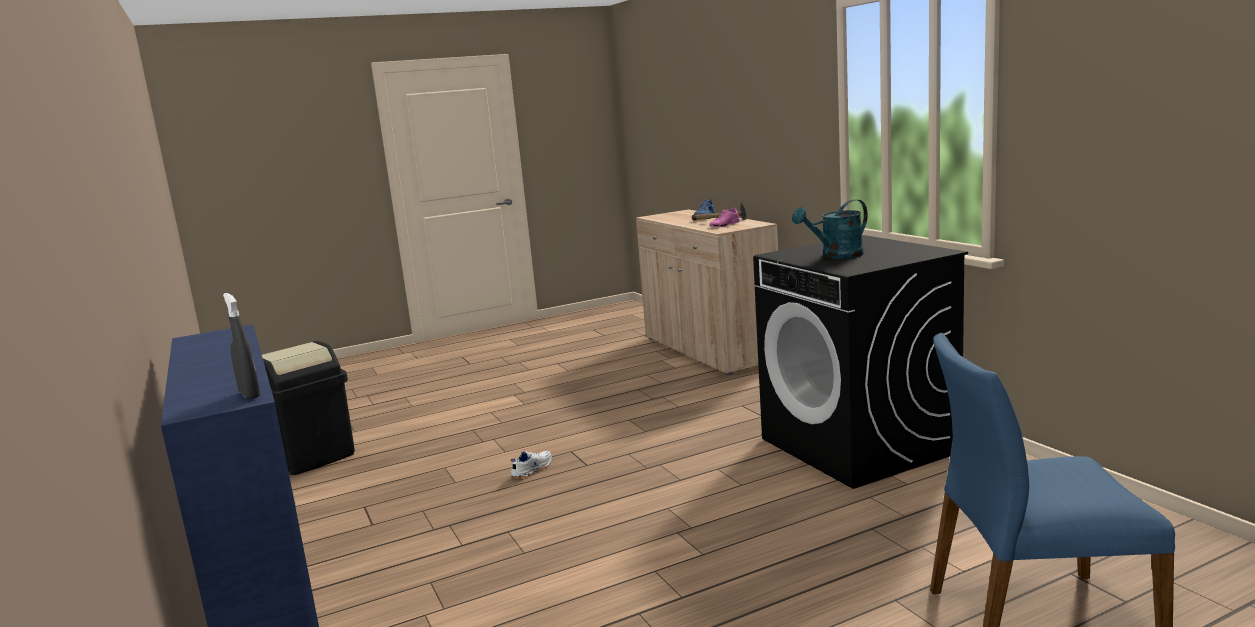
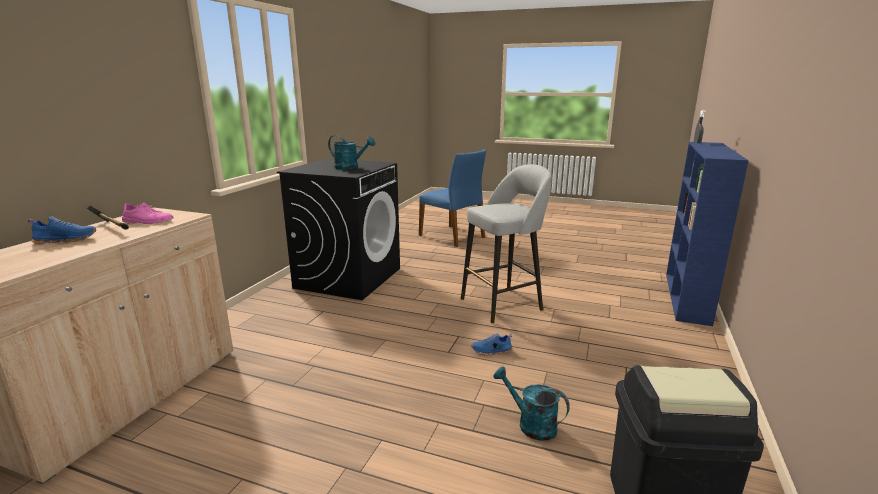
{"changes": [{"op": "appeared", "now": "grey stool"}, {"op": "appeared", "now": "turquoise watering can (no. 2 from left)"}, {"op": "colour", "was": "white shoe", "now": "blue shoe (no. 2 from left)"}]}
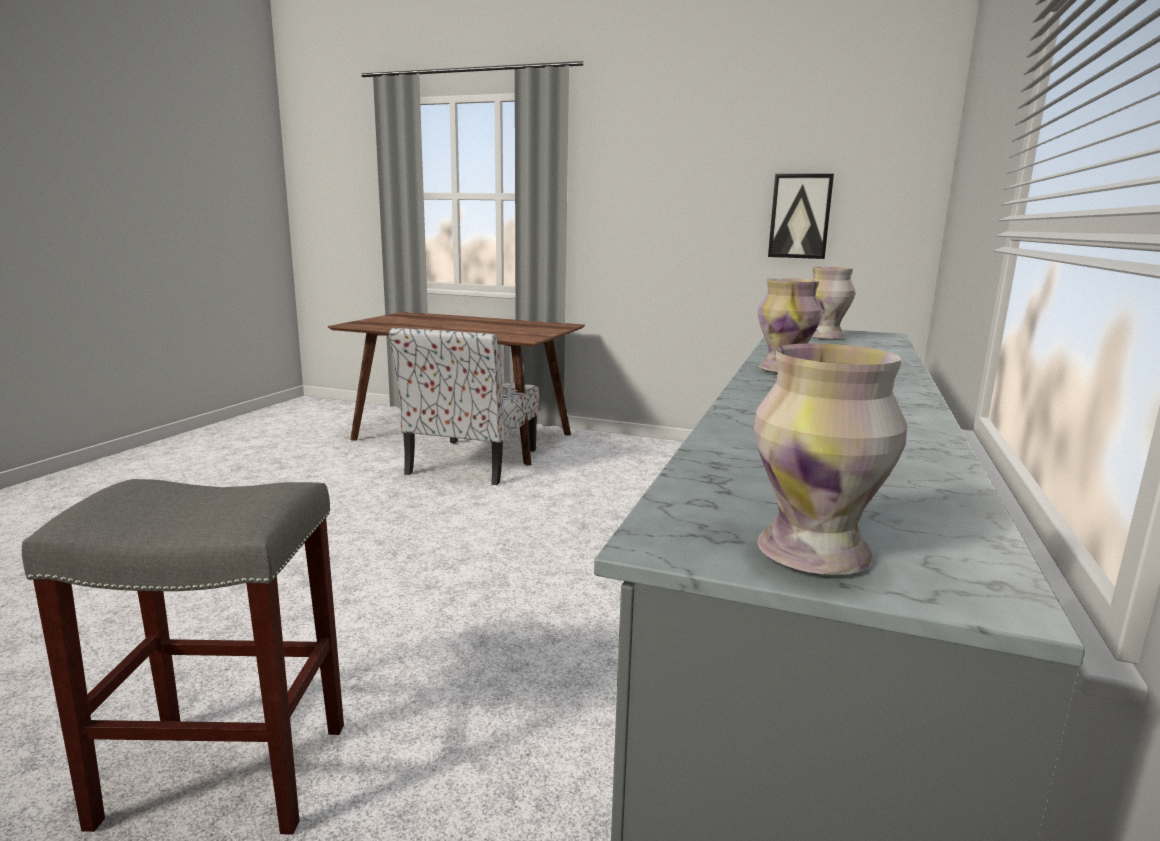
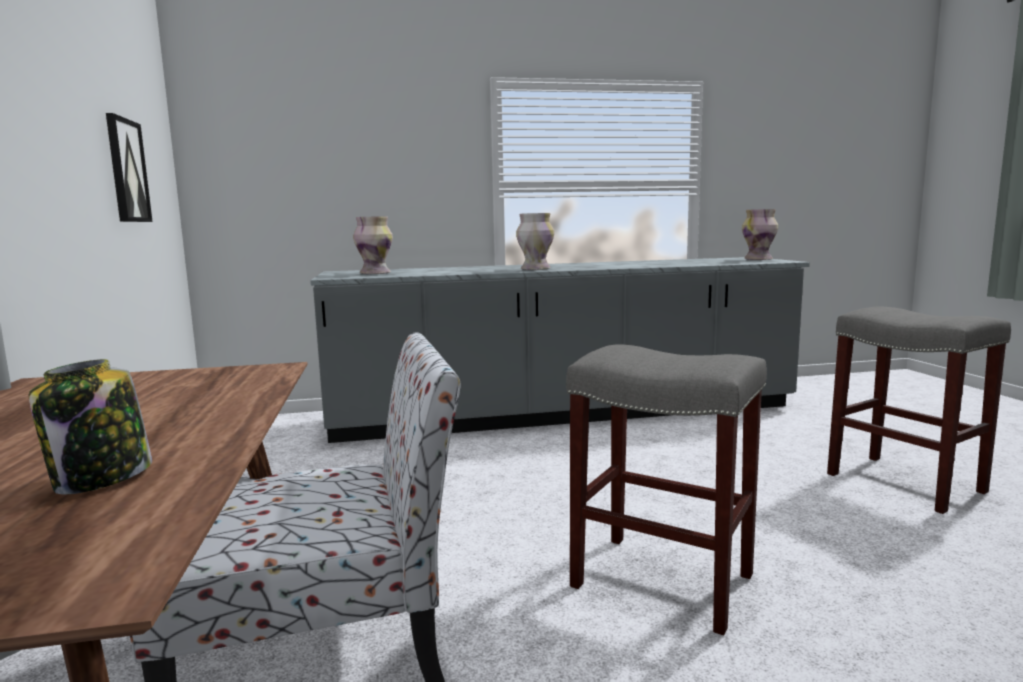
{"changes": [{"op": "appeared", "now": "jar"}, {"op": "appeared", "now": "grey stool (no. 1 from left)"}]}
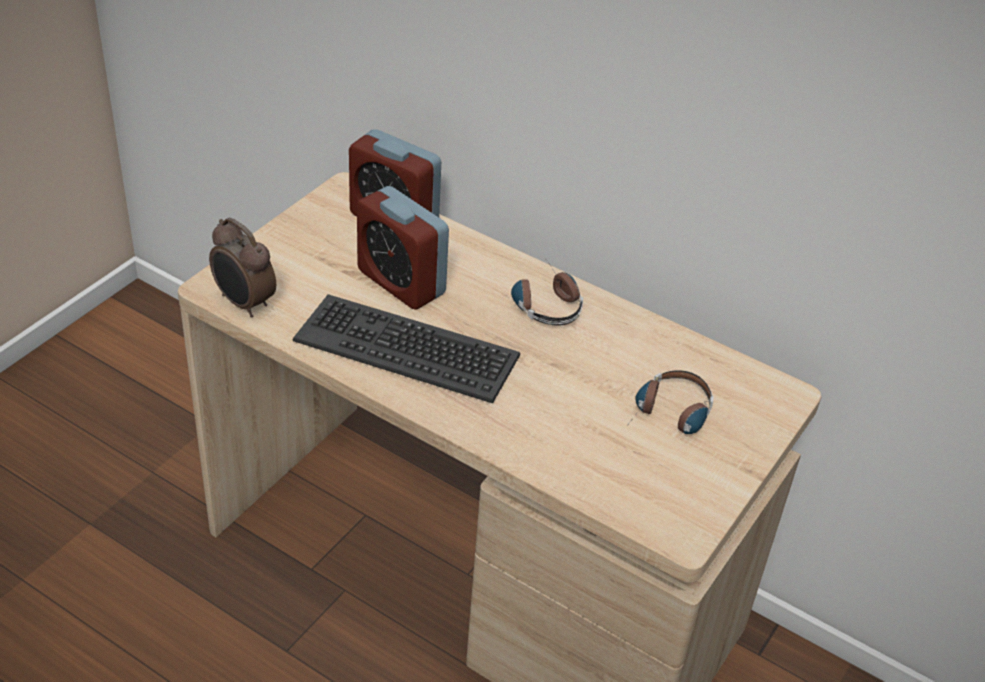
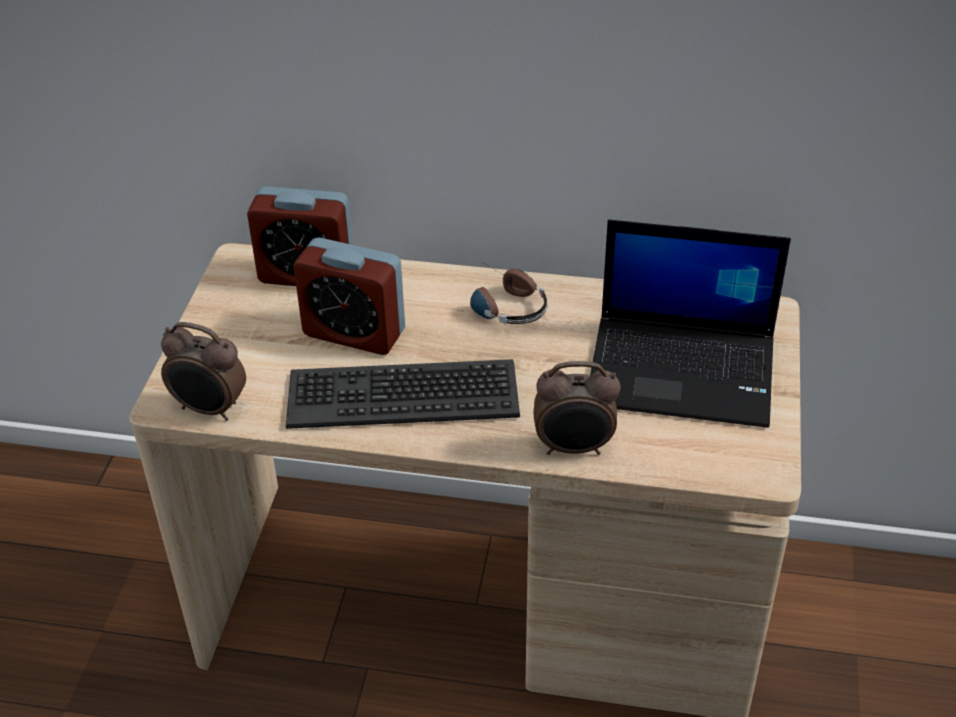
{"changes": [{"op": "appeared", "now": "alarm clock (no. 4 from left)"}, {"op": "exchanged", "was": "headphones (no. 2 from left)", "now": "laptop"}]}
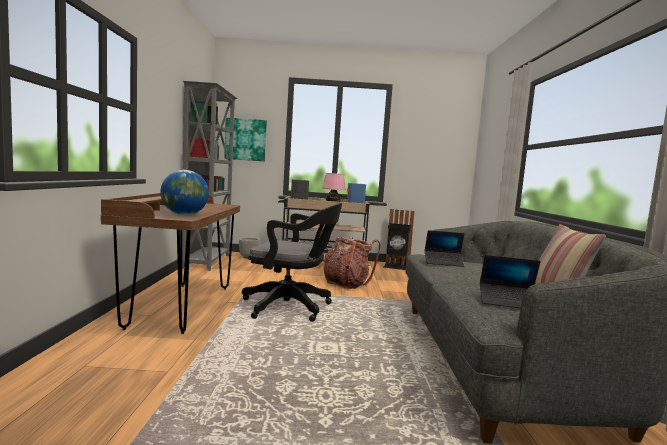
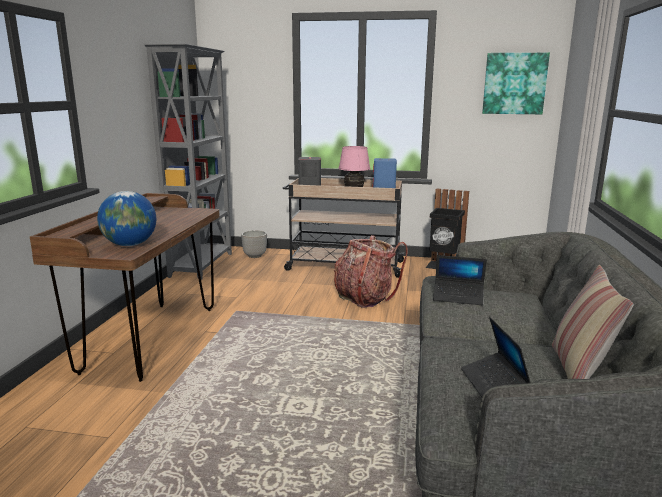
{"changes": [{"op": "missing", "was": "black office chair"}, {"op": "relocated", "was": "picture"}, {"op": "spun", "was": "laptop (no. 2 from left)", "clockwise": 60}]}
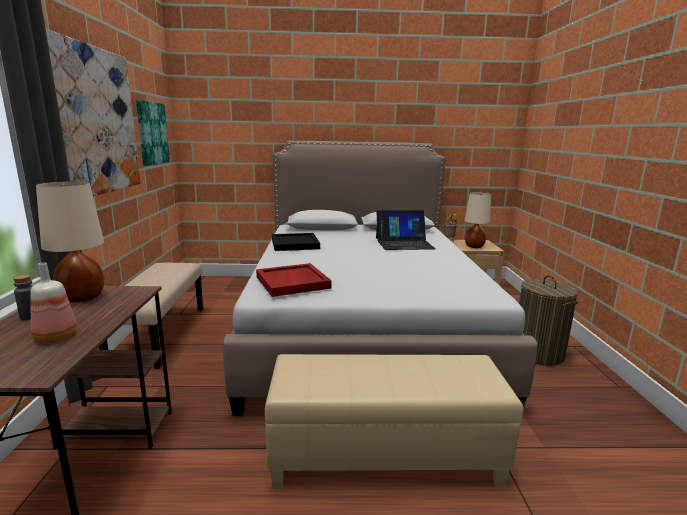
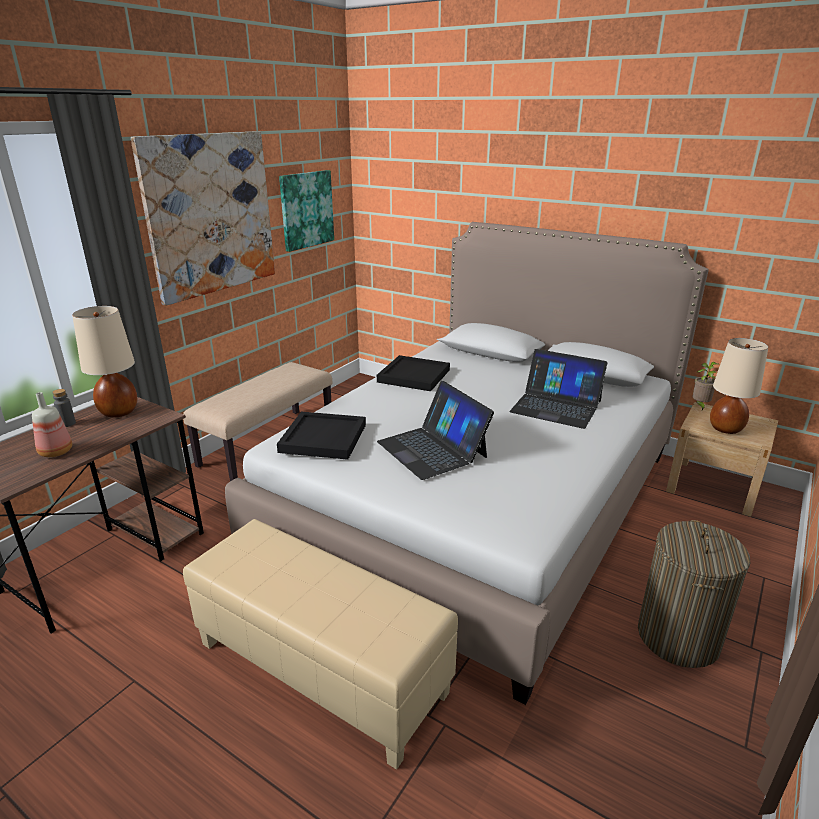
{"changes": [{"op": "appeared", "now": "laptop (no. 1 from left)"}, {"op": "colour", "was": "red tray", "now": "black tray (no. 1 from left)"}]}
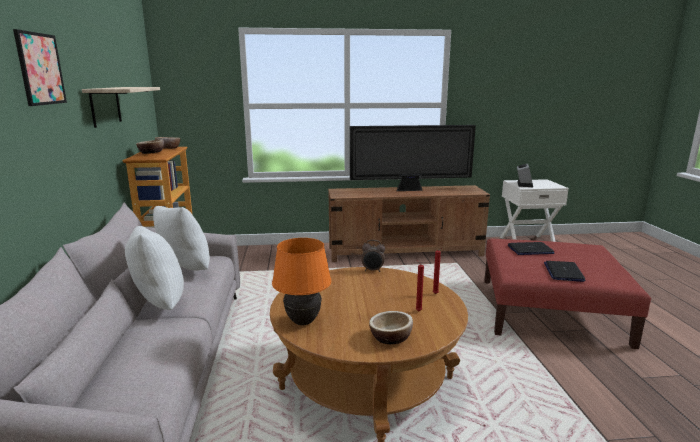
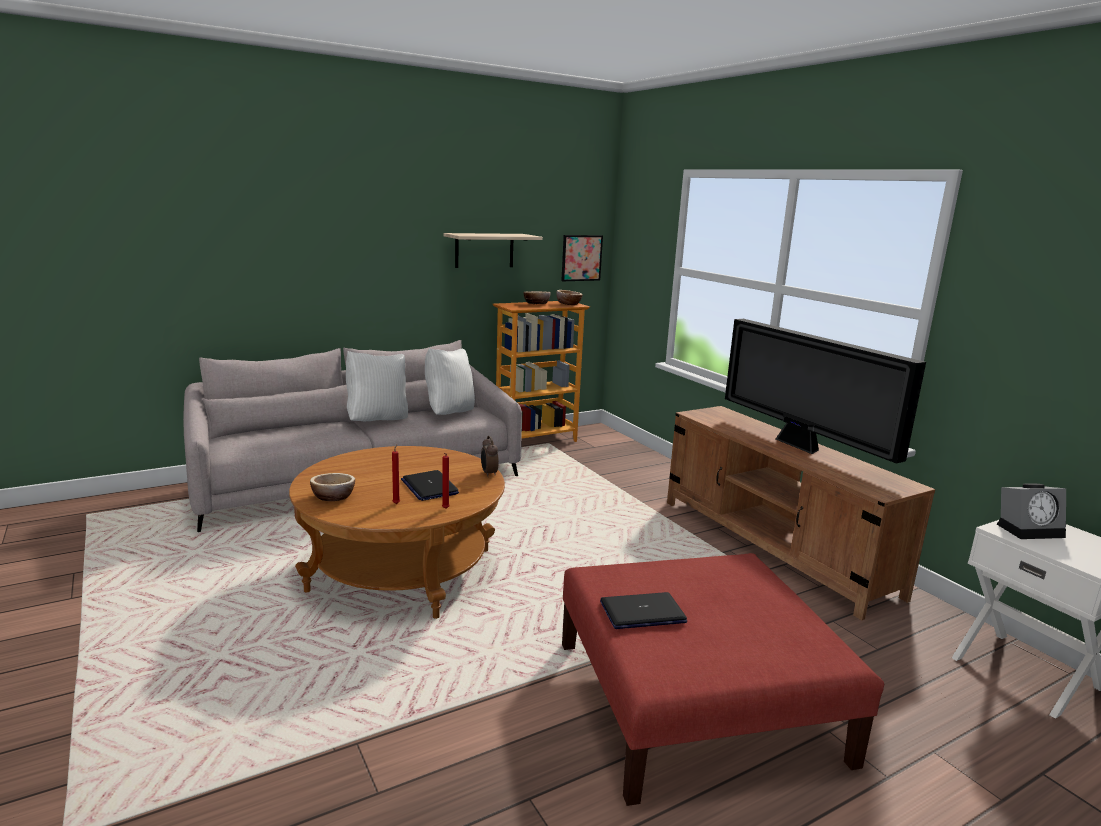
{"changes": [{"op": "missing", "was": "orange table lamp"}, {"op": "relocated", "was": "picture"}, {"op": "relocated", "was": "laptop (no. 1 from left)"}]}
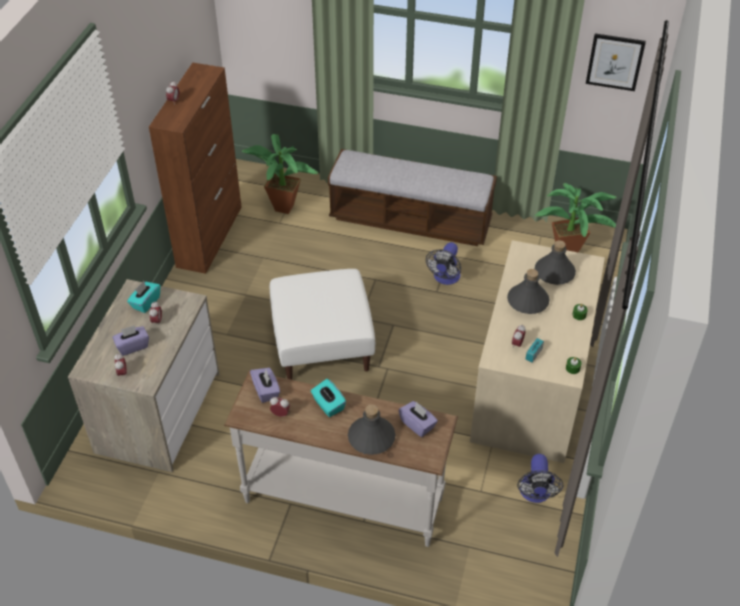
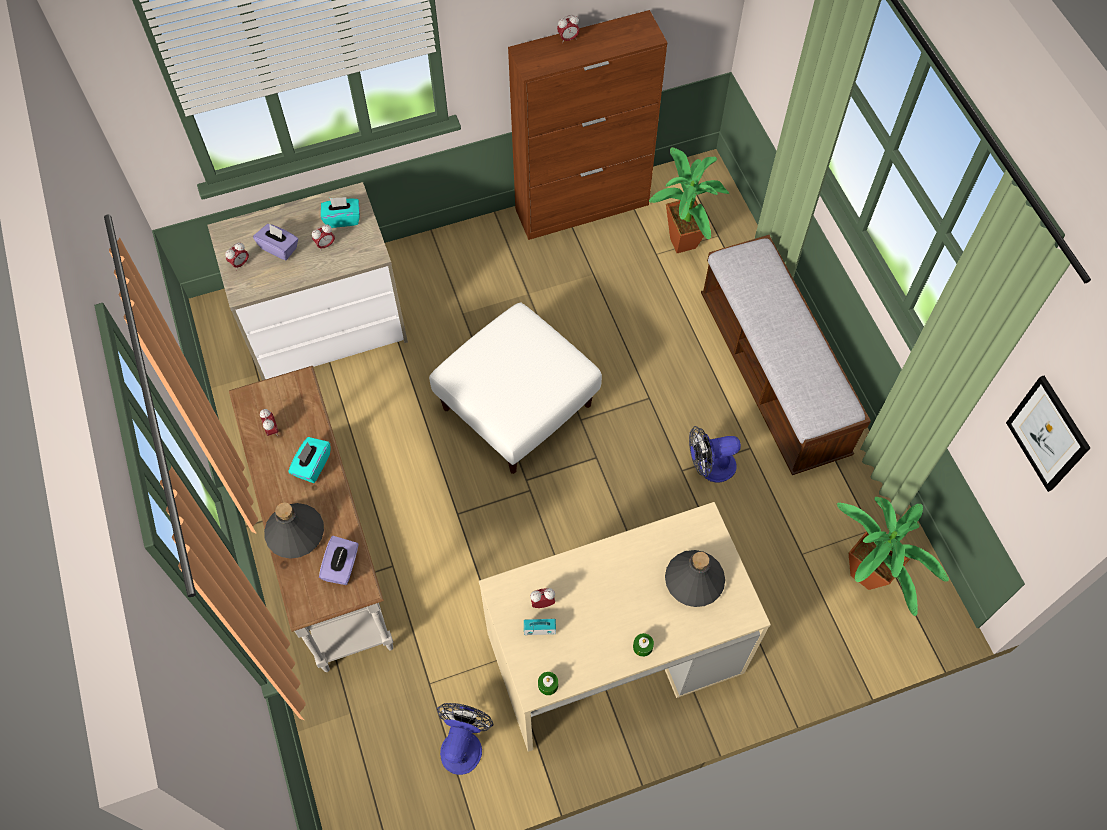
{"changes": [{"op": "missing", "was": "purple tissue box (no. 2 from left)"}, {"op": "missing", "was": "grey bottle (no. 2 from left)"}, {"op": "spun", "was": "fan (no. 2 from left in the first image)", "clockwise": 135}]}
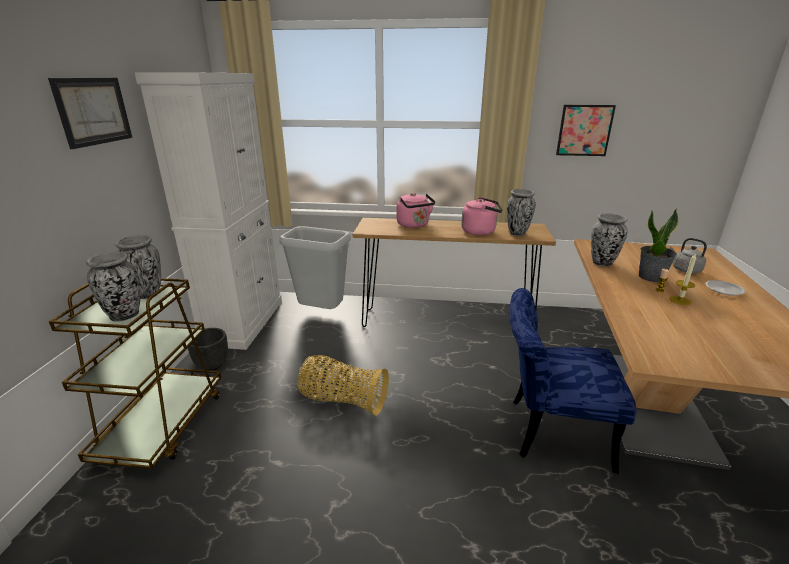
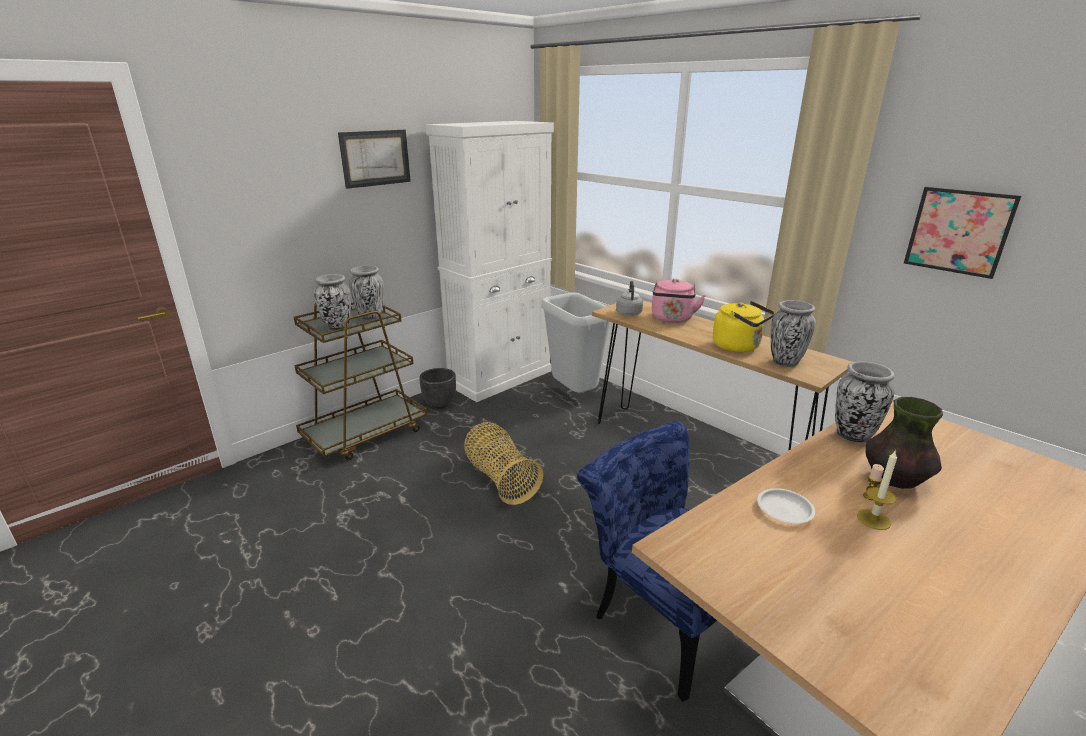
{"changes": [{"op": "relocated", "was": "grey kettle"}, {"op": "relocated", "was": "white plate"}, {"op": "exchanged", "was": "potted plant", "now": "vase (no. 5 from left)"}, {"op": "colour", "was": "pink kettle (no. 2 from left)", "now": "yellow kettle"}]}
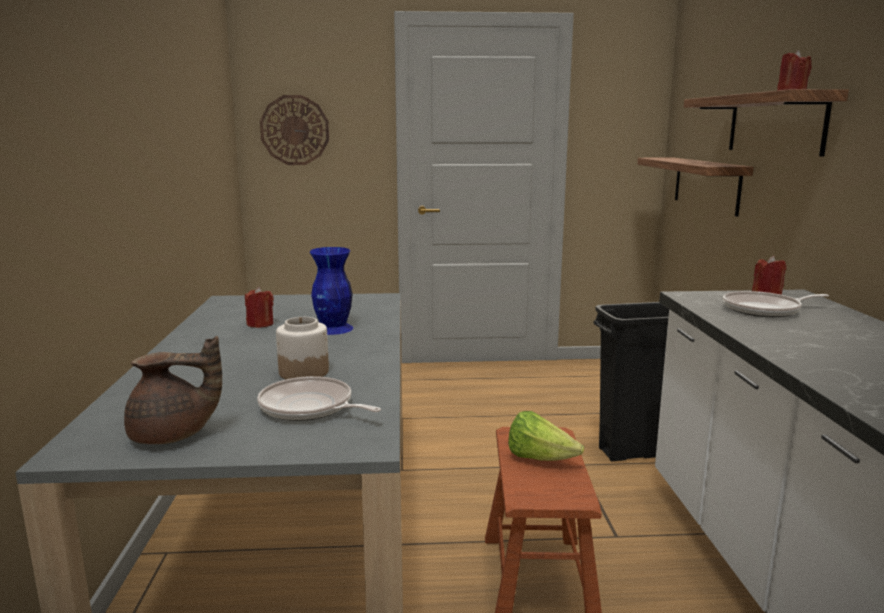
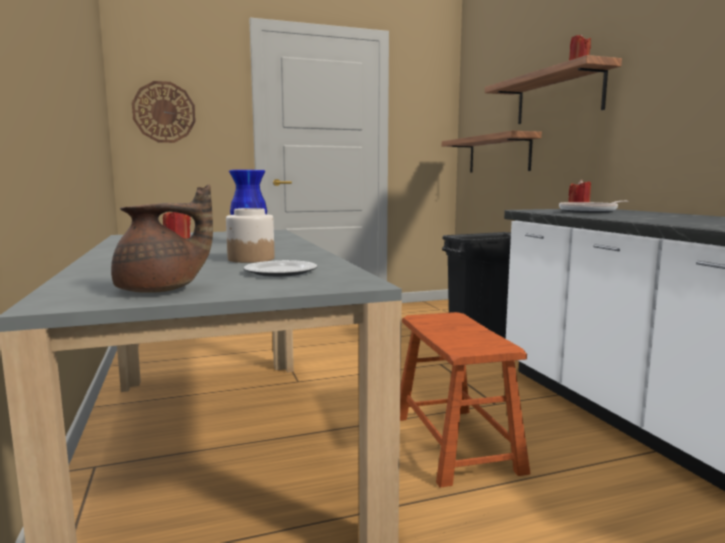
{"changes": [{"op": "missing", "was": "lettuce"}, {"op": "exchanged", "was": "frying pan (no. 1 from left)", "now": "plate"}]}
